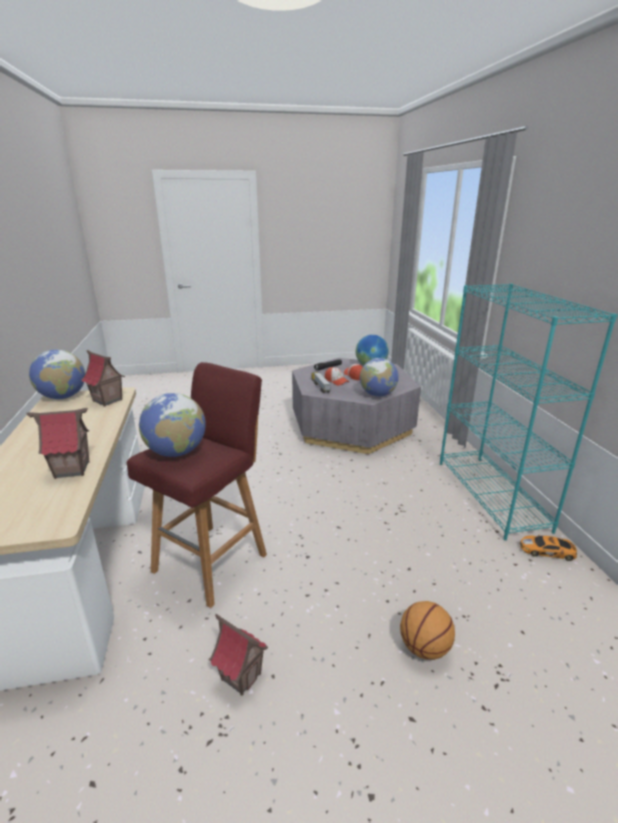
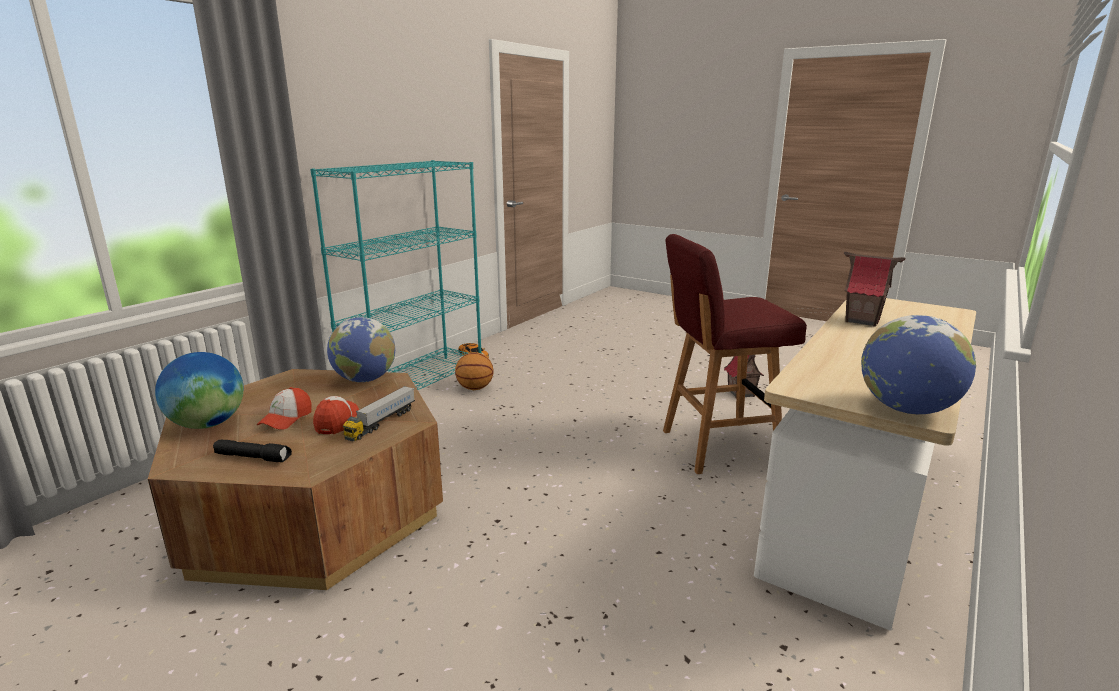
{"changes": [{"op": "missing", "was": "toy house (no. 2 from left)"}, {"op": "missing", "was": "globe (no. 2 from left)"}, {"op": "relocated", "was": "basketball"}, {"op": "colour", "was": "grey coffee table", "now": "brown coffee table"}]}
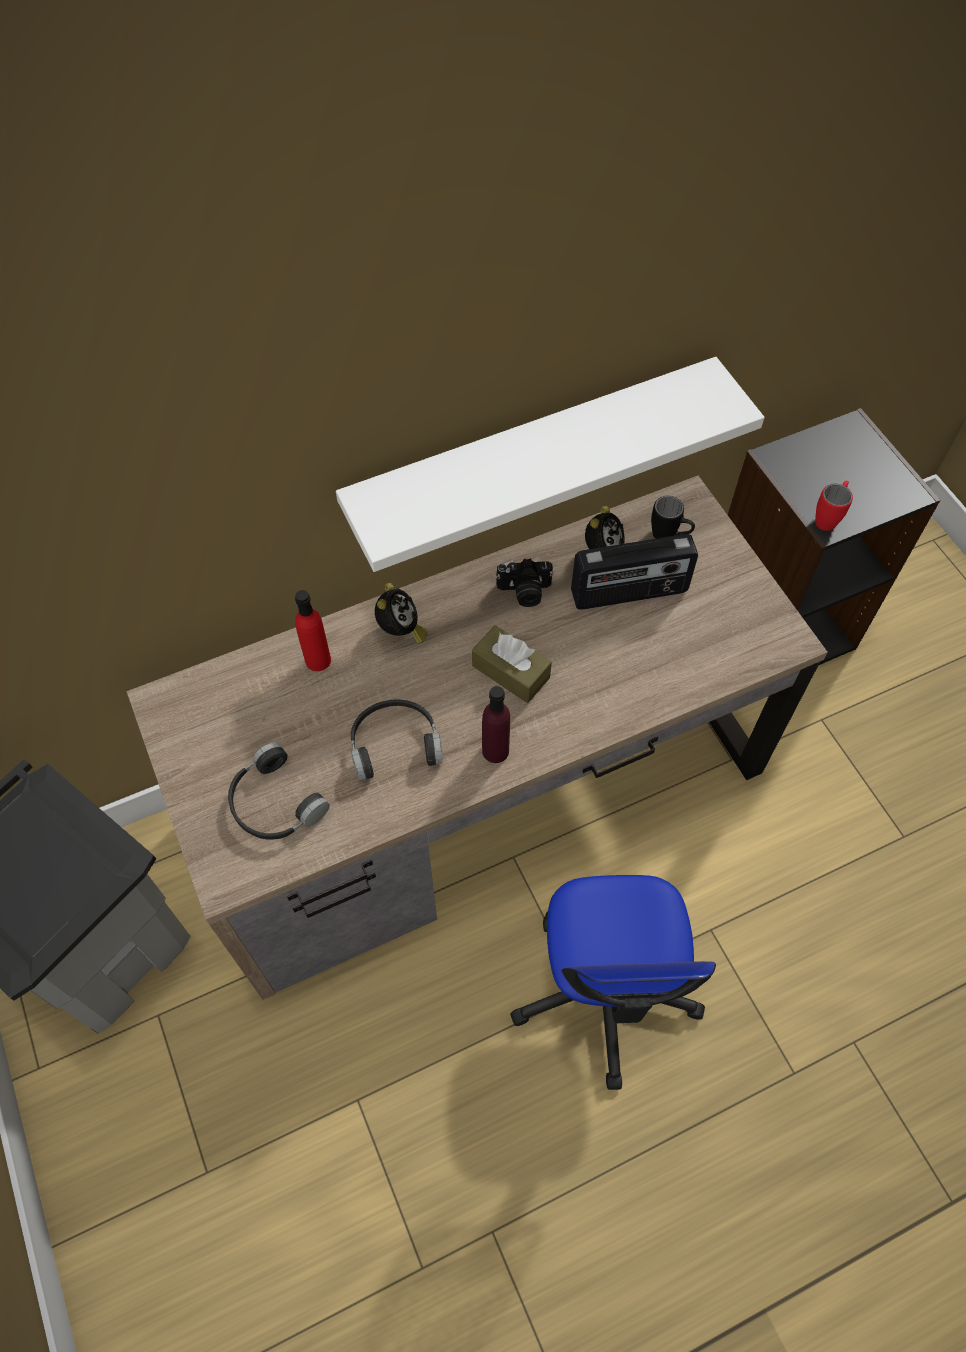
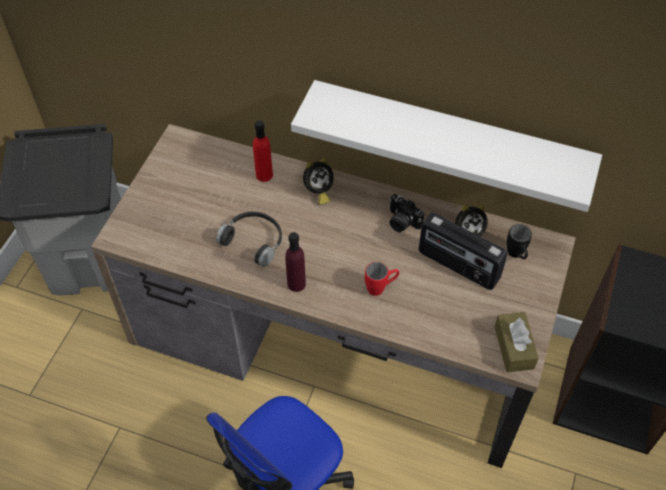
{"changes": [{"op": "missing", "was": "black headphones (no. 1 from left)"}, {"op": "relocated", "was": "brown tissue box"}, {"op": "relocated", "was": "red mug"}]}
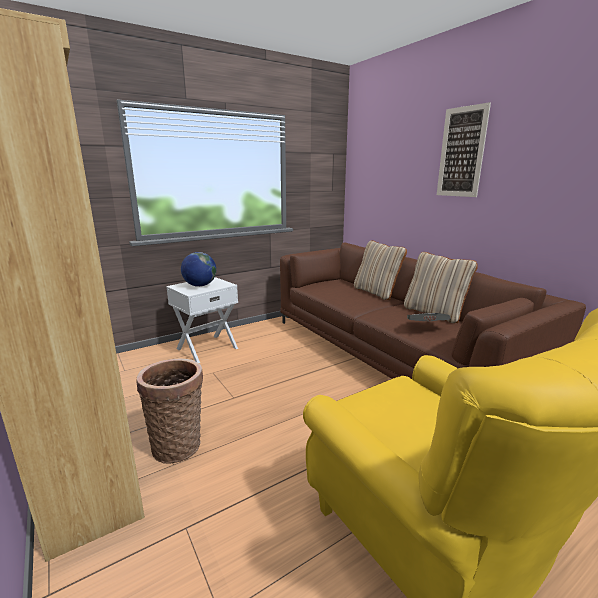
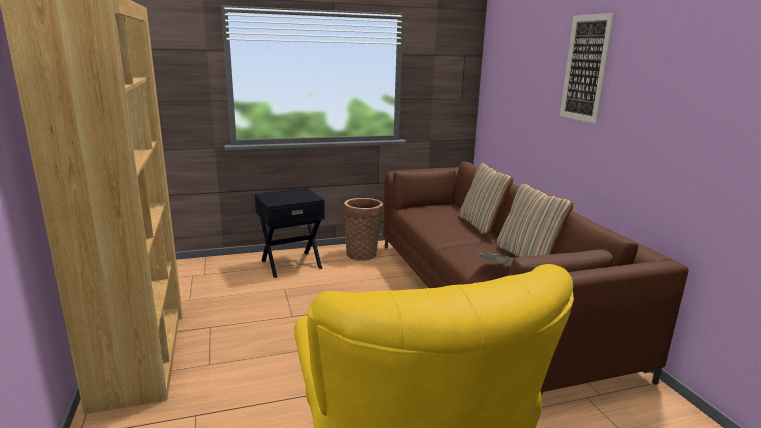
{"changes": [{"op": "missing", "was": "globe"}, {"op": "relocated", "was": "basket"}, {"op": "colour", "was": "white side table", "now": "black side table"}]}
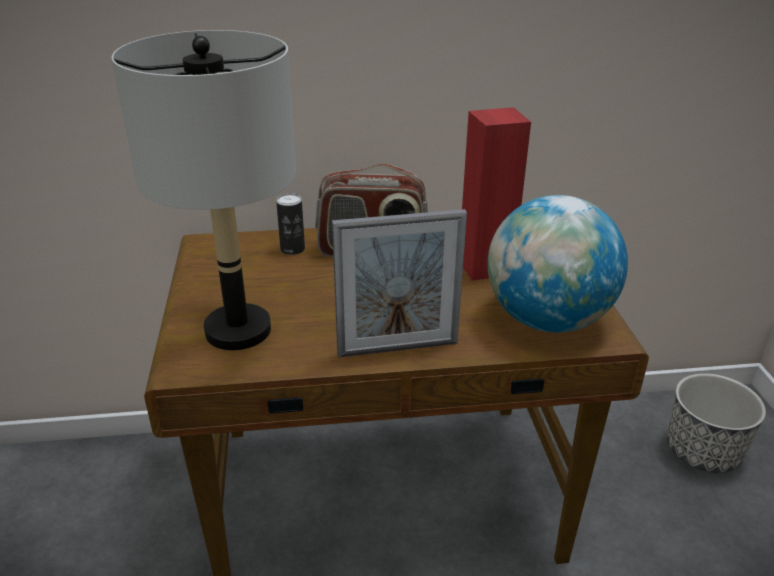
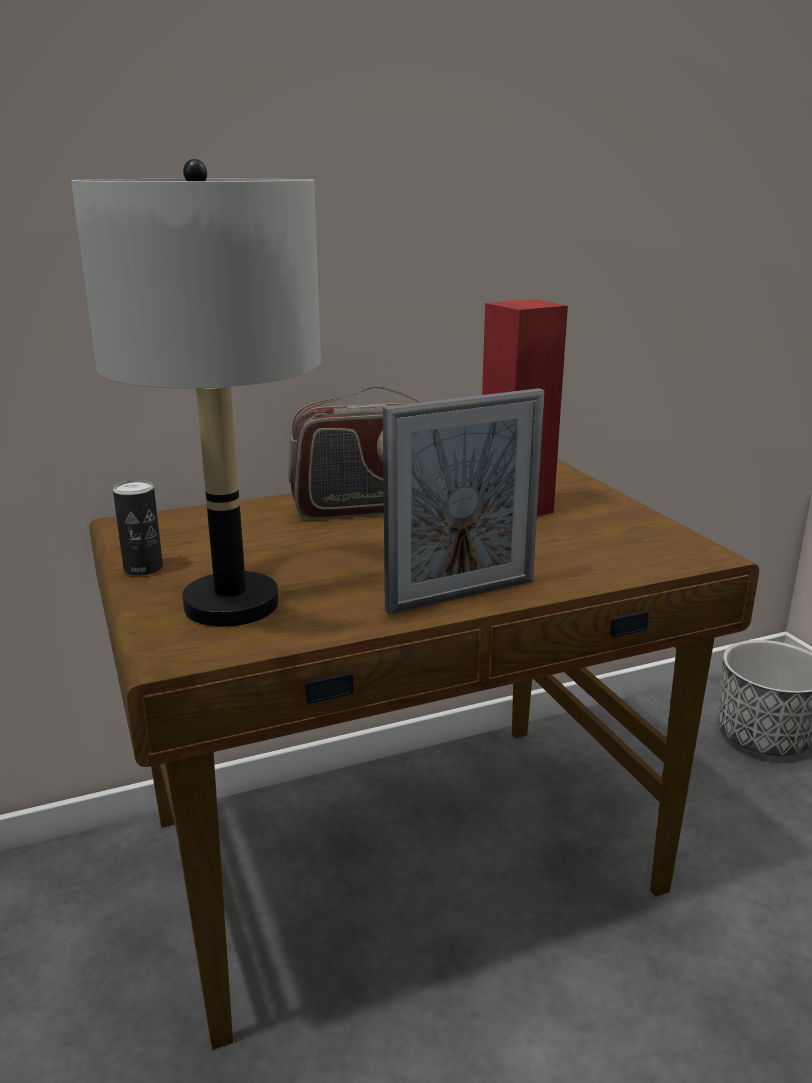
{"changes": [{"op": "missing", "was": "globe"}, {"op": "relocated", "was": "can"}]}
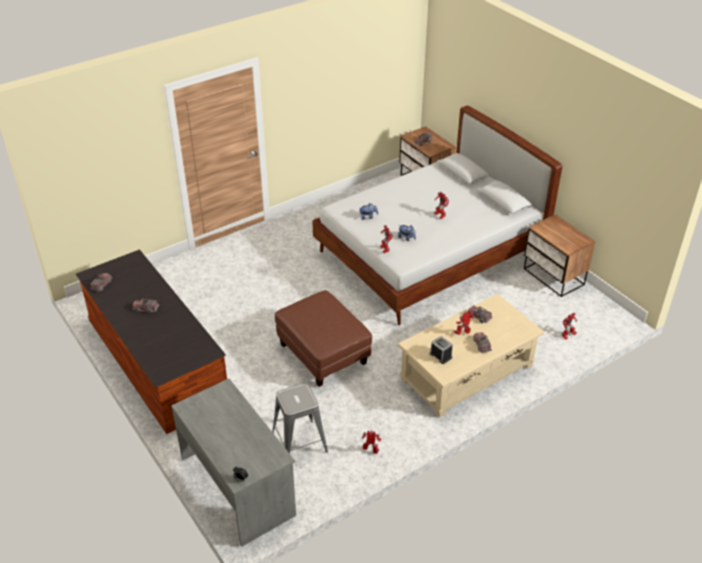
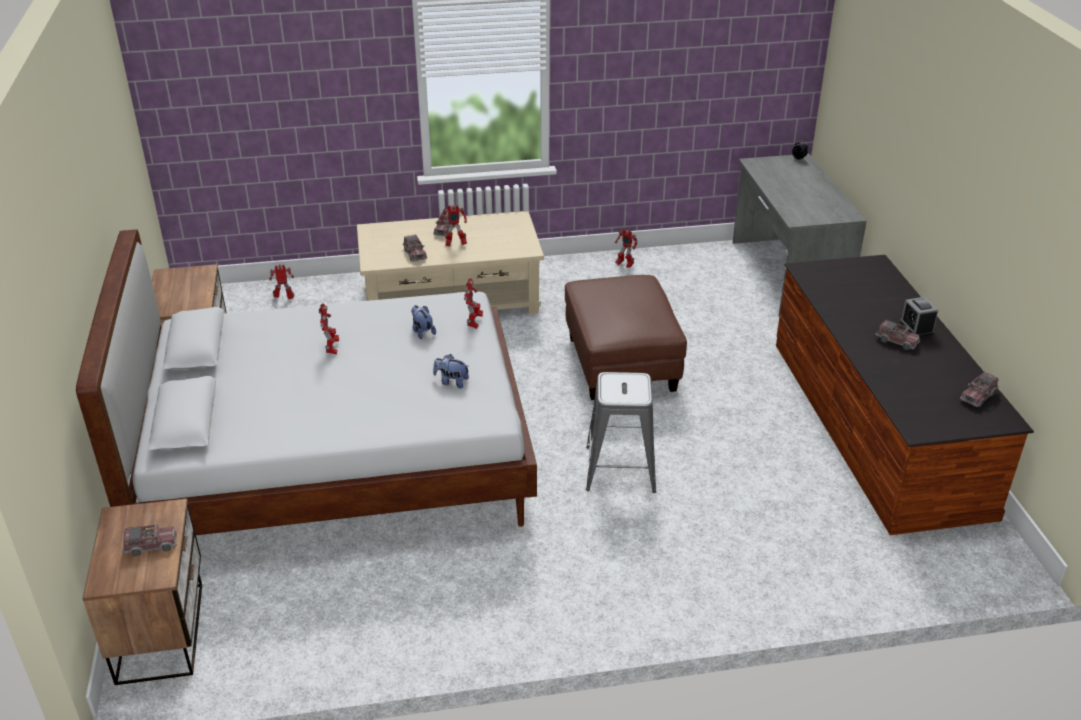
{"changes": [{"op": "relocated", "was": "grey stool"}, {"op": "relocated", "was": "alarm clock (no. 2 from left)"}]}
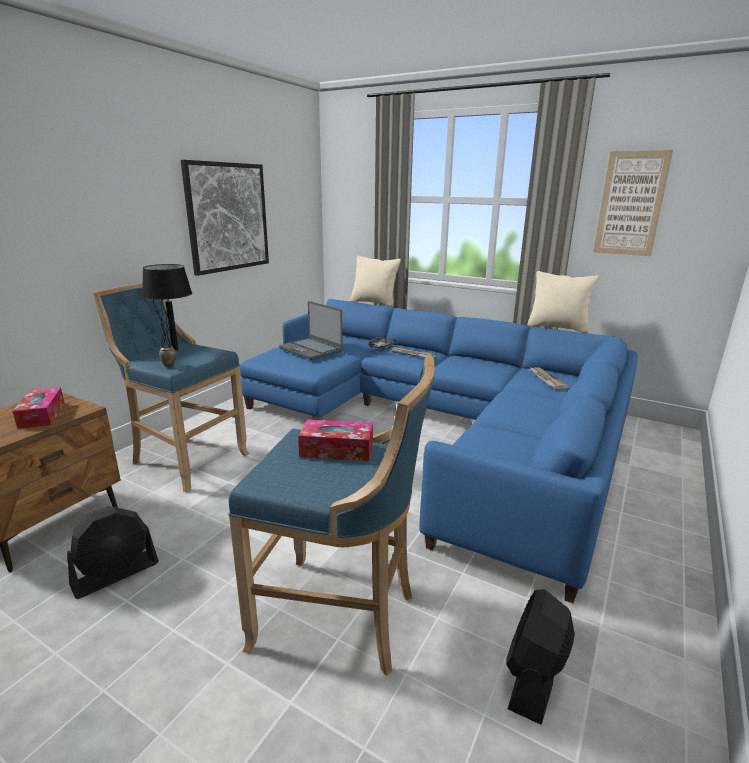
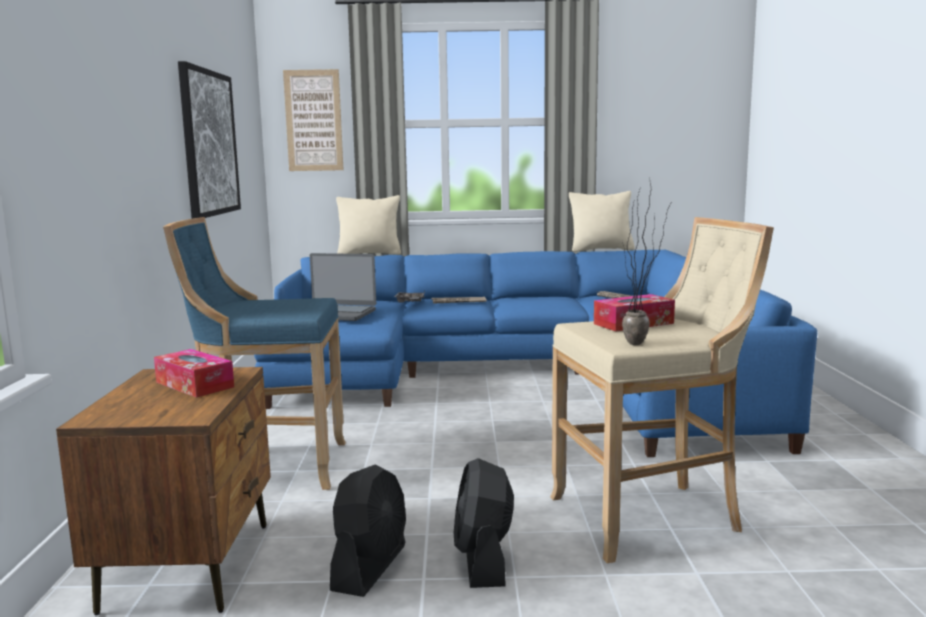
{"changes": [{"op": "missing", "was": "black table lamp"}, {"op": "relocated", "was": "potted plant"}, {"op": "relocated", "was": "black fan (no. 2 from left)"}, {"op": "relocated", "was": "picture (no. 2 from left)"}, {"op": "colour", "was": "blue stool (no. 2 from left)", "now": "beige stool"}]}
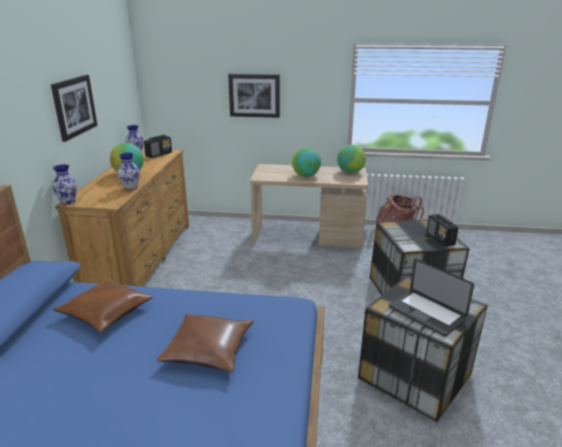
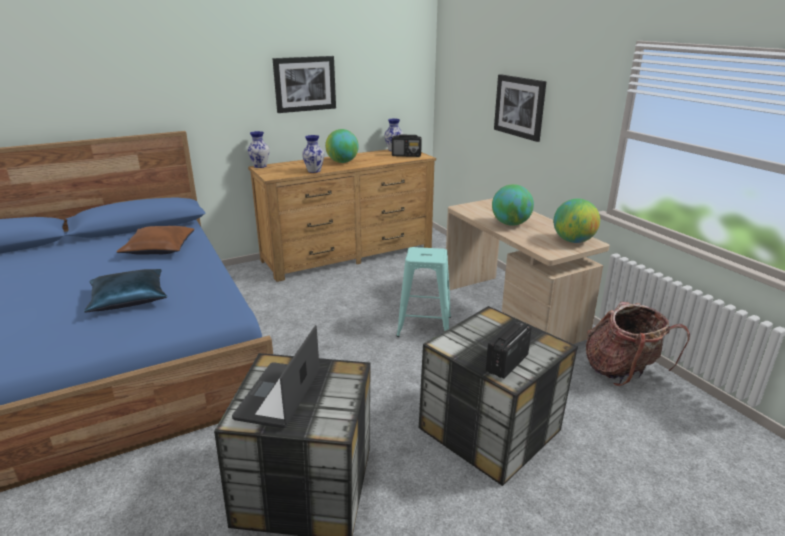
{"changes": [{"op": "appeared", "now": "turquoise stool"}, {"op": "colour", "was": "brown pillow (no. 2 from left)", "now": "blue pillow"}]}
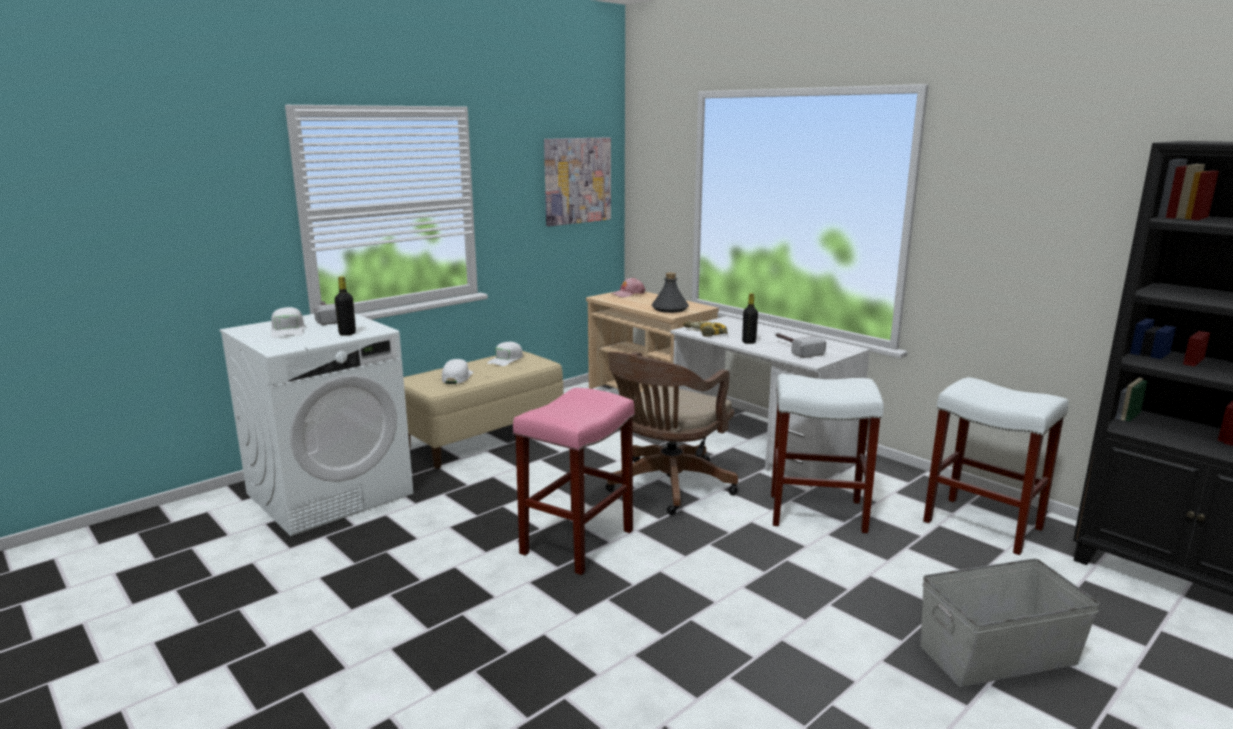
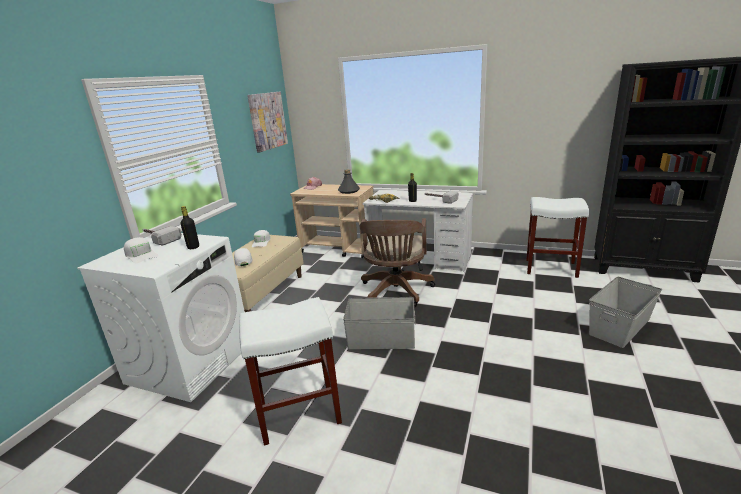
{"changes": [{"op": "relocated", "was": "white stool (no. 1 from left)"}, {"op": "exchanged", "was": "pink stool", "now": "grey storage box (no. 1 from left)"}]}
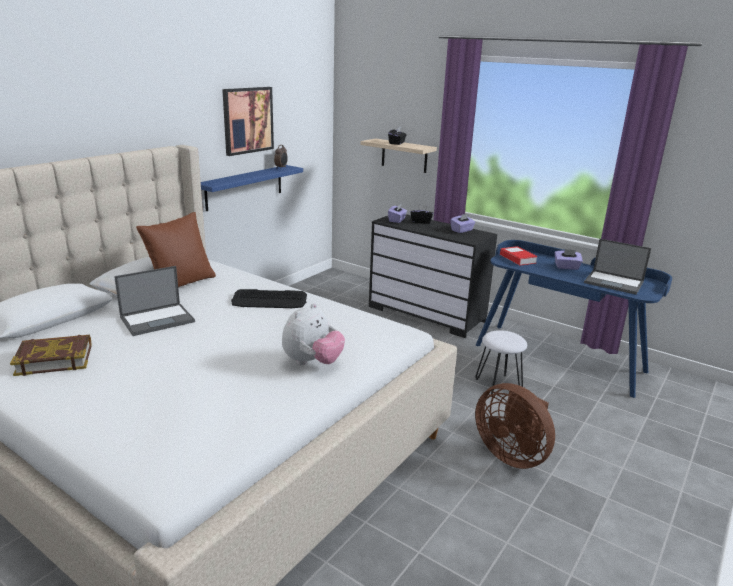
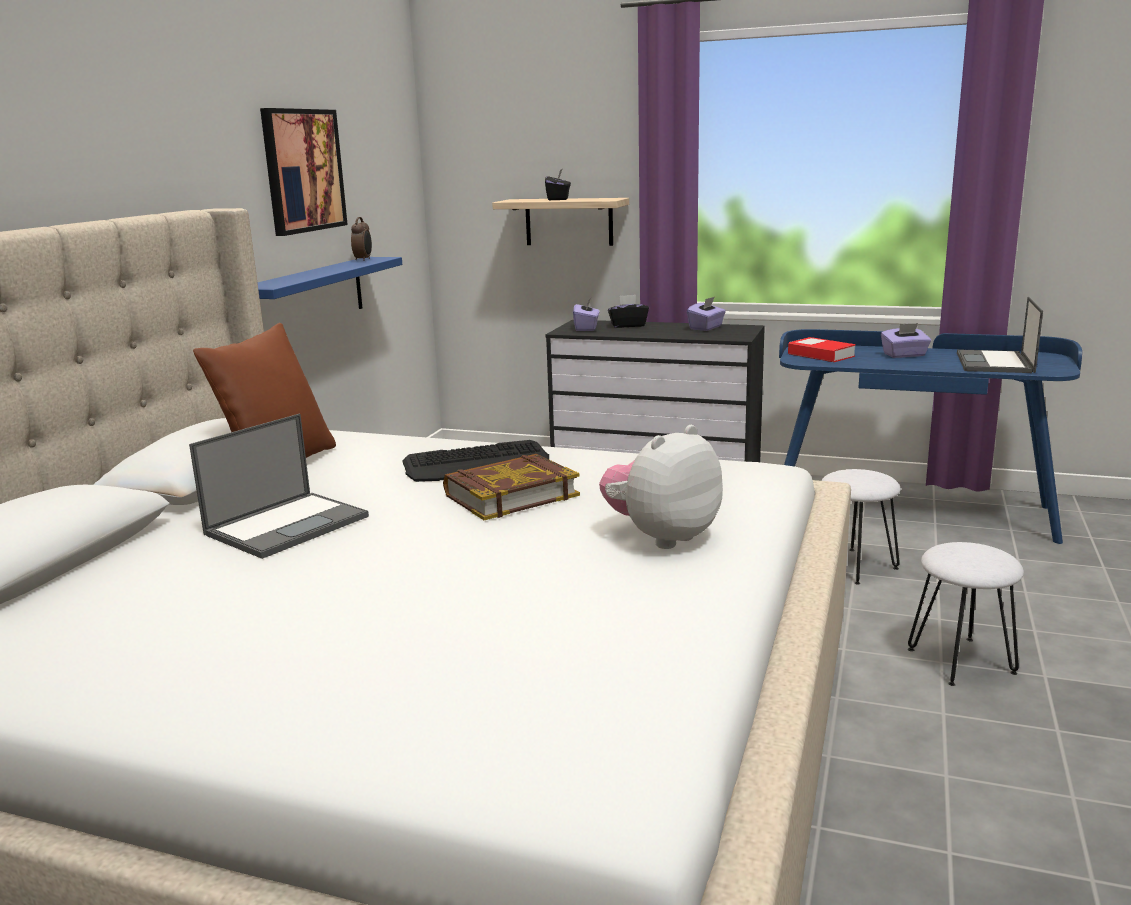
{"changes": [{"op": "relocated", "was": "book (no. 1 from left)"}, {"op": "exchanged", "was": "brown fan", "now": "white stool (no. 2 from left)"}, {"op": "spun", "was": "plush toy", "clockwise": -150}, {"op": "spun", "was": "laptop (no. 2 from left)", "clockwise": 90}]}
